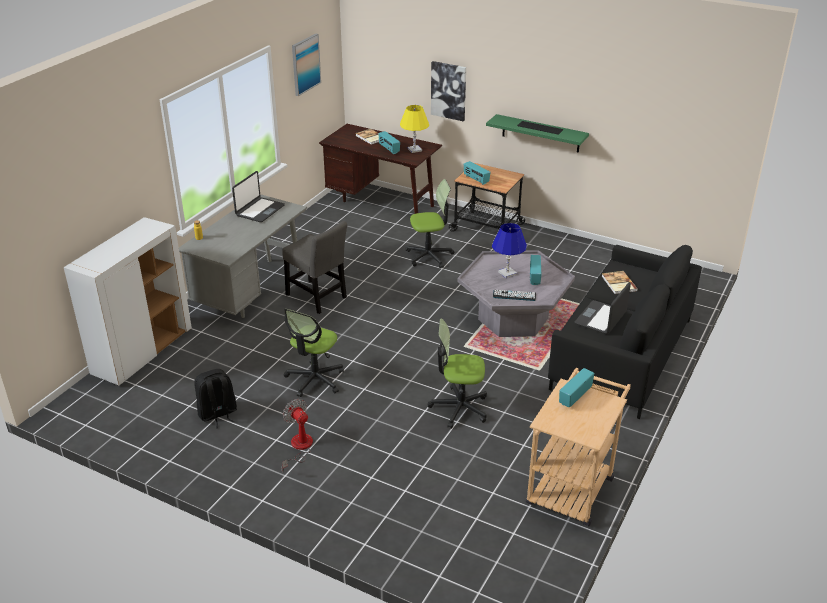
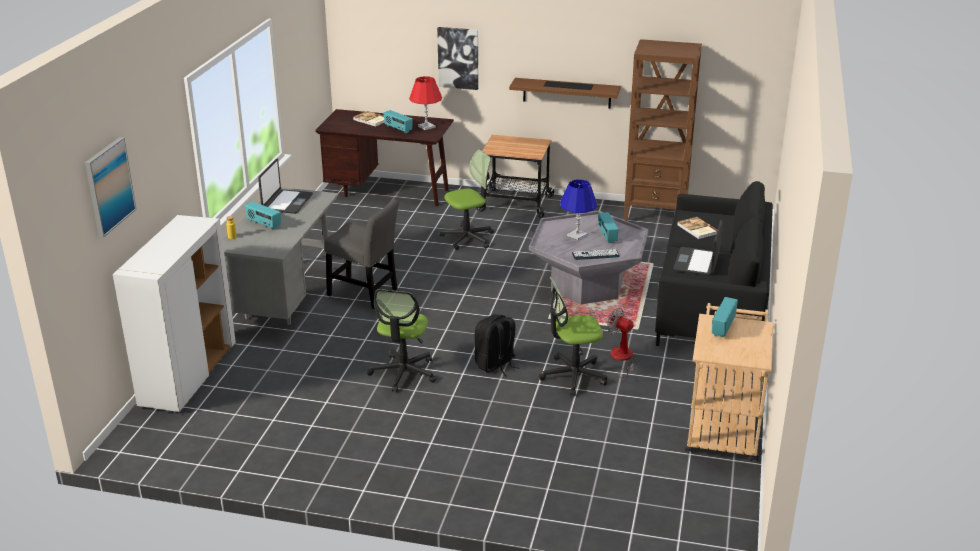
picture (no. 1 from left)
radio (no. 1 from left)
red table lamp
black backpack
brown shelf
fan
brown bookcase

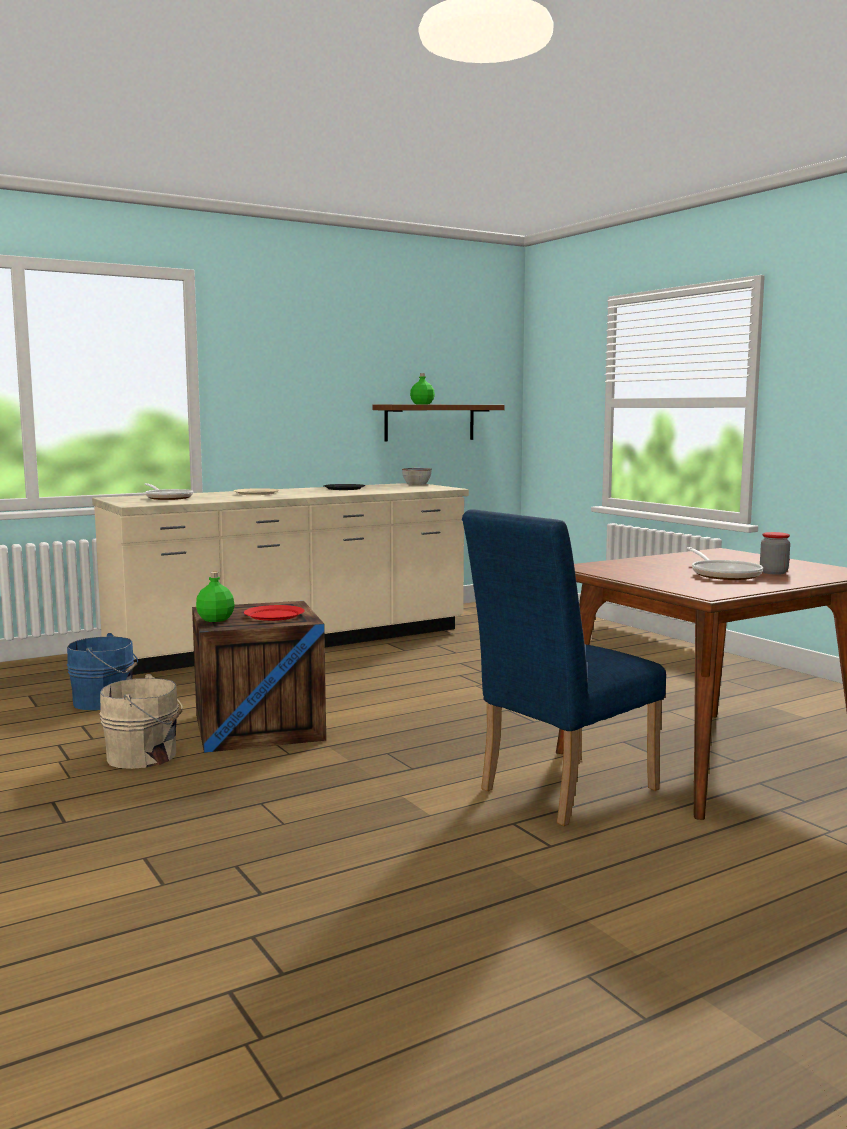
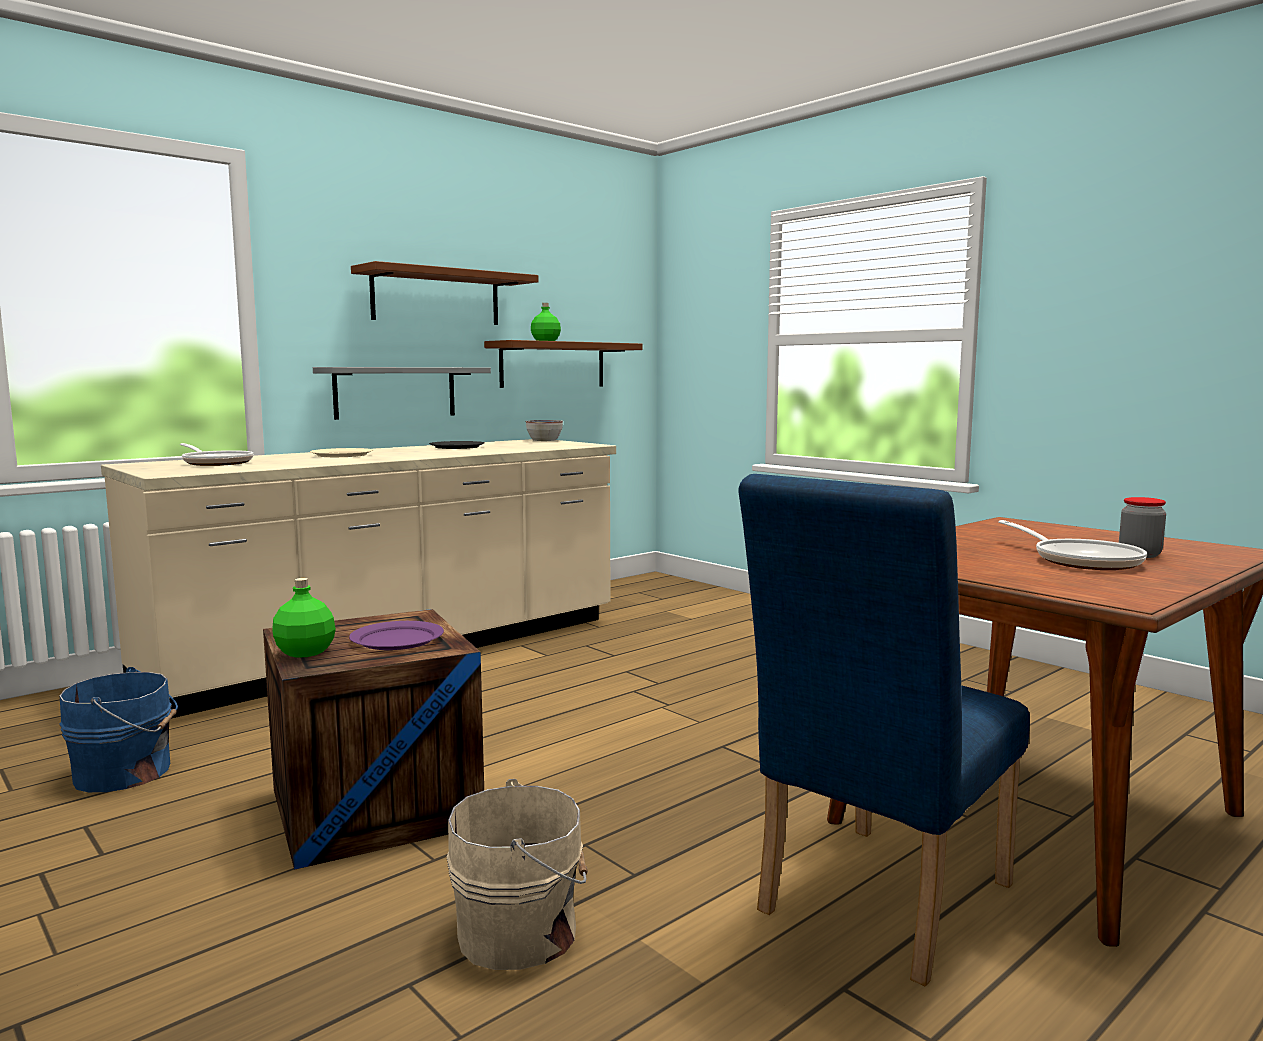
grey shelf
purple plate
brown shelf (no. 1 from left)
beige bucket

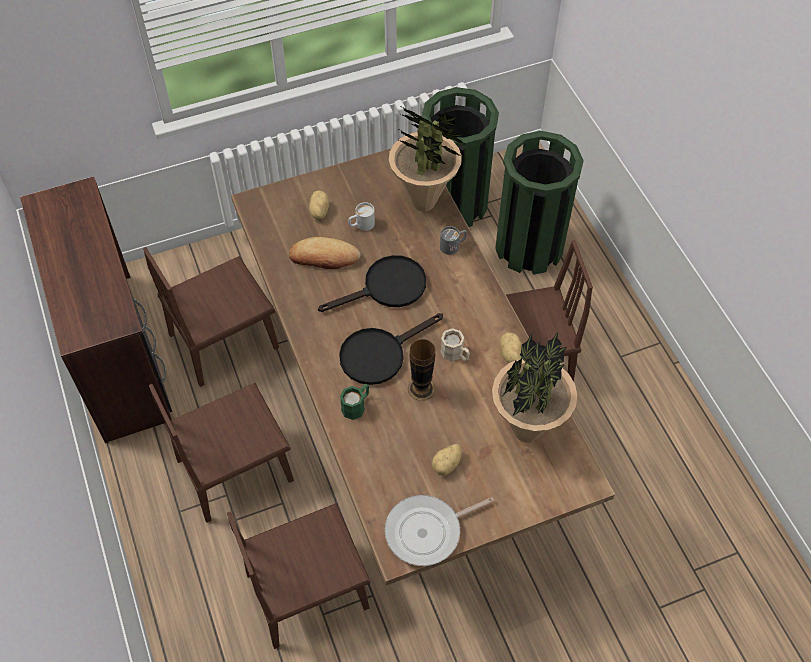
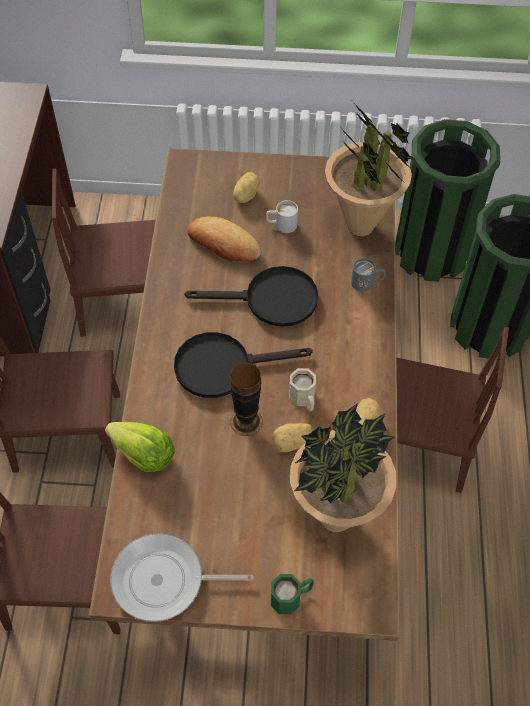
lettuce
green mug
potato (no. 2 from left)

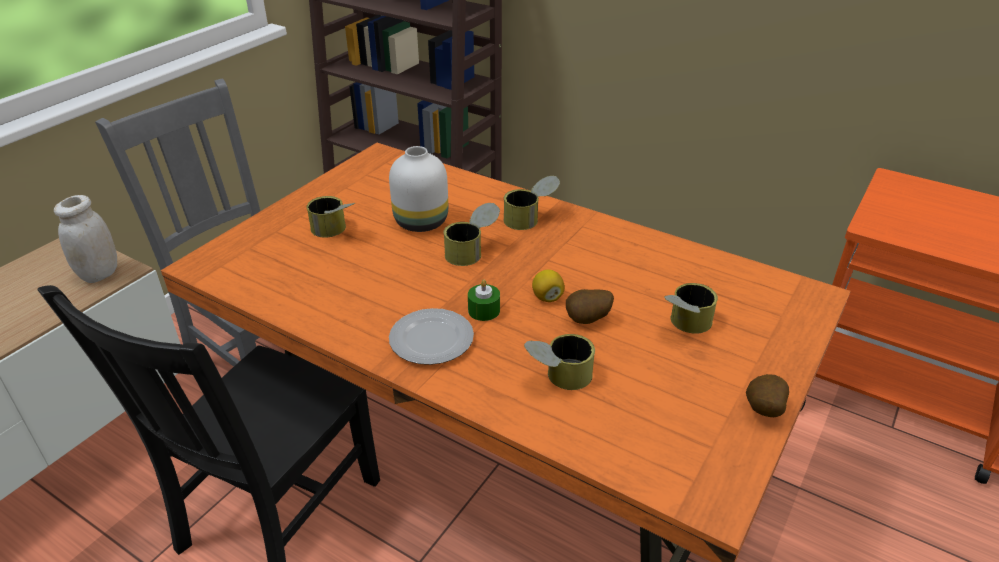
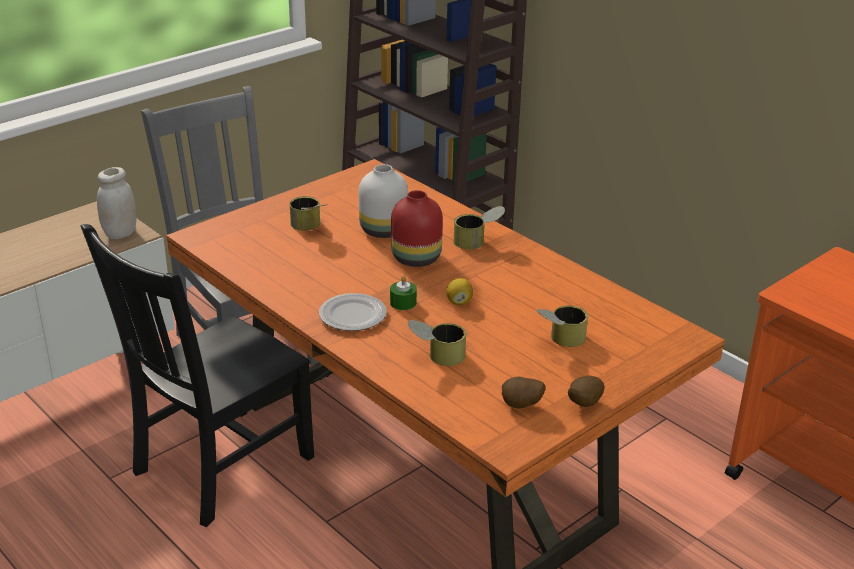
red vase
potato (no. 1 from left)

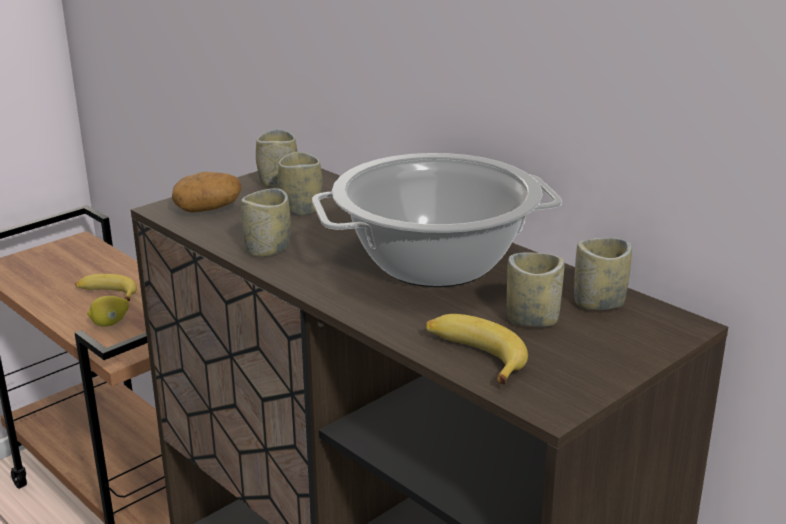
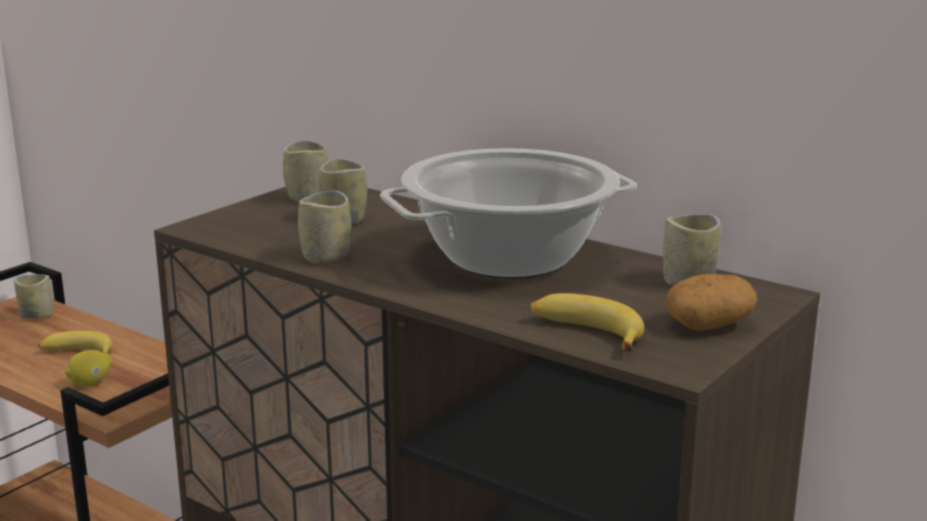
cup (no. 1 from left)
potato

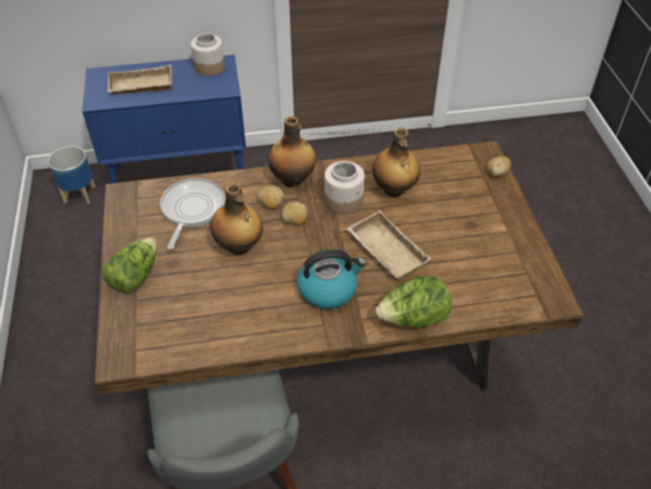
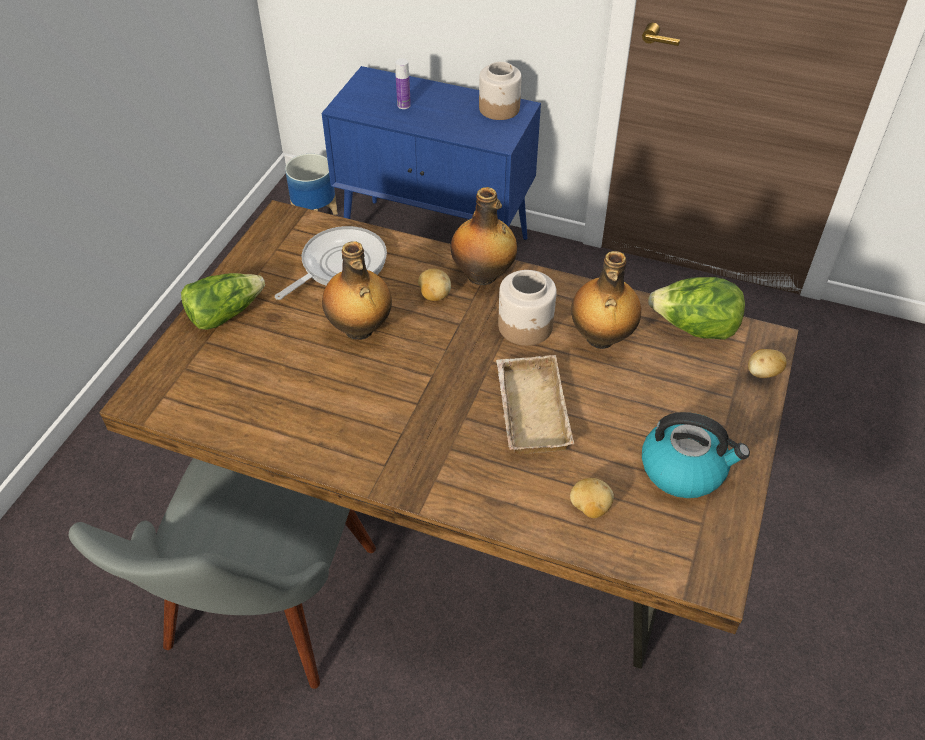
bottle (no. 2 from left)
potato (no. 2 from left)
kettle
lettuce (no. 2 from left)

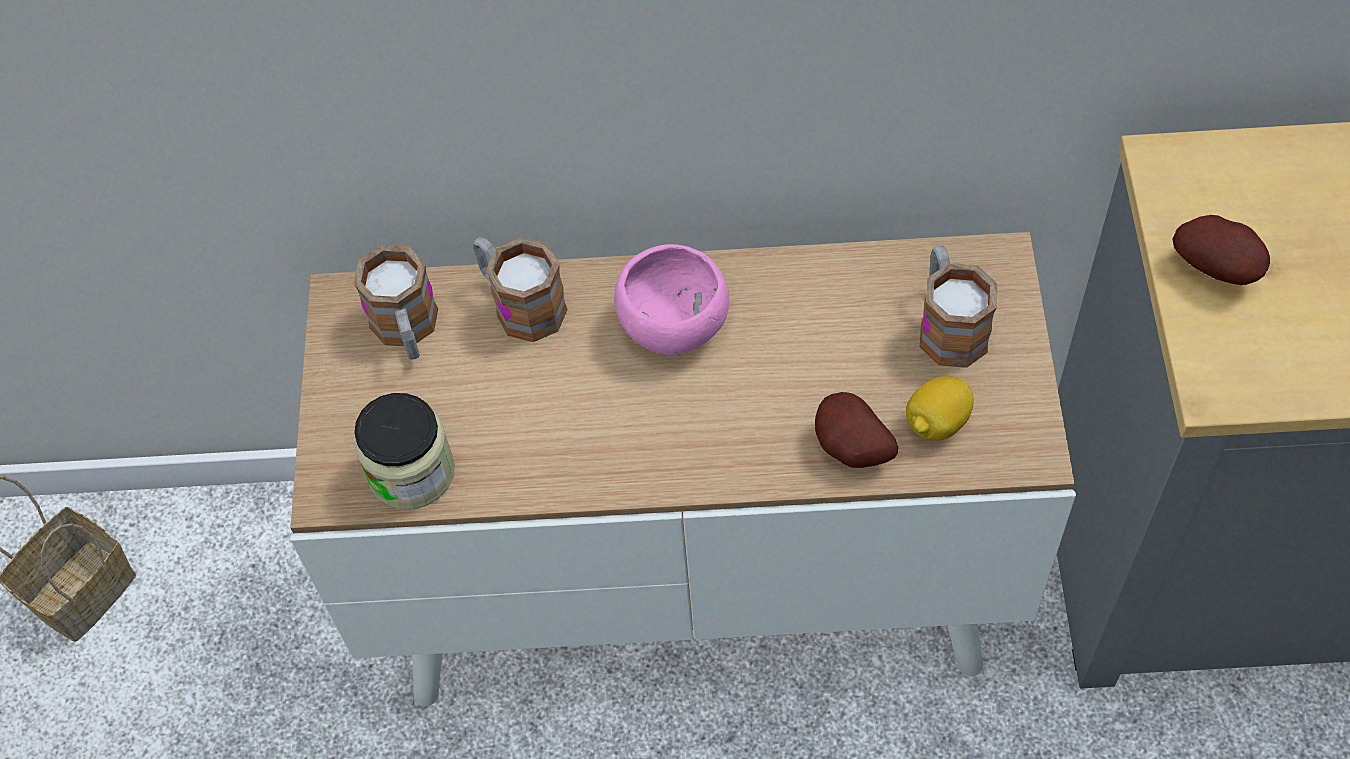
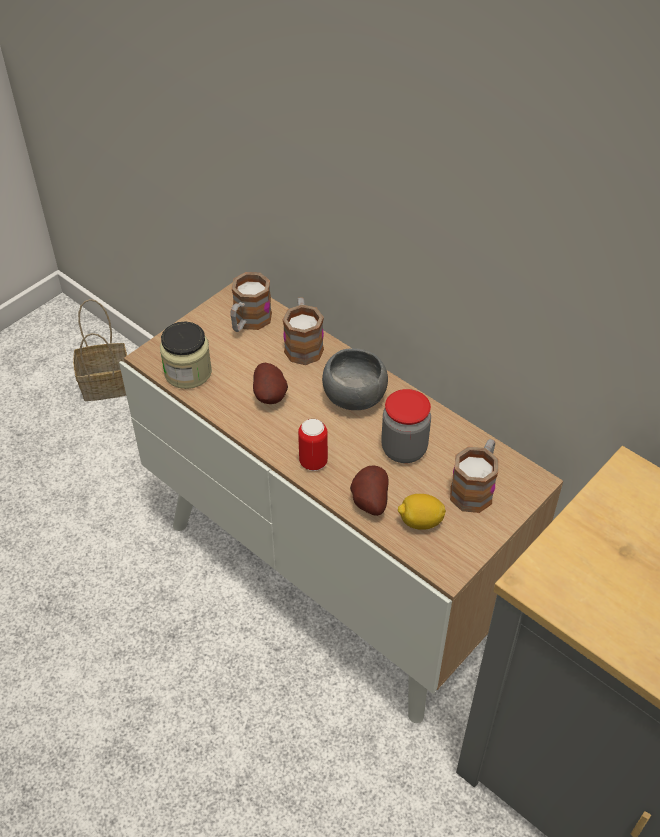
potato (no. 1 from left)
can
grey bowl
jar (no. 2 from left)

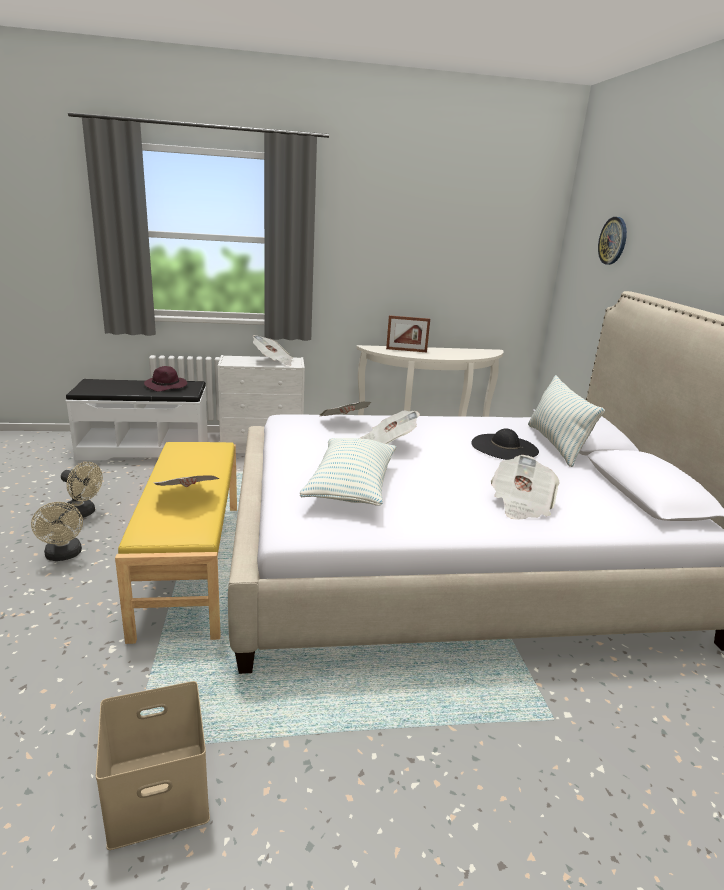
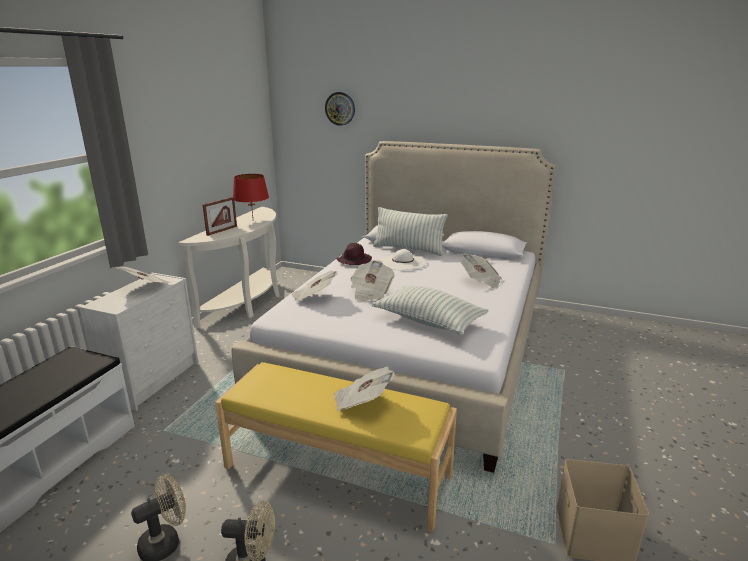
red table lamp
purple hat
white hat

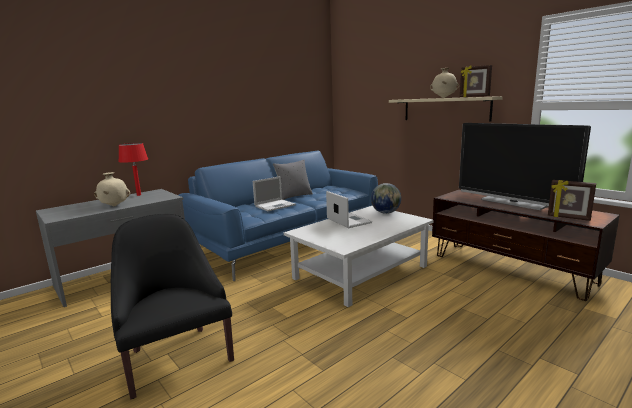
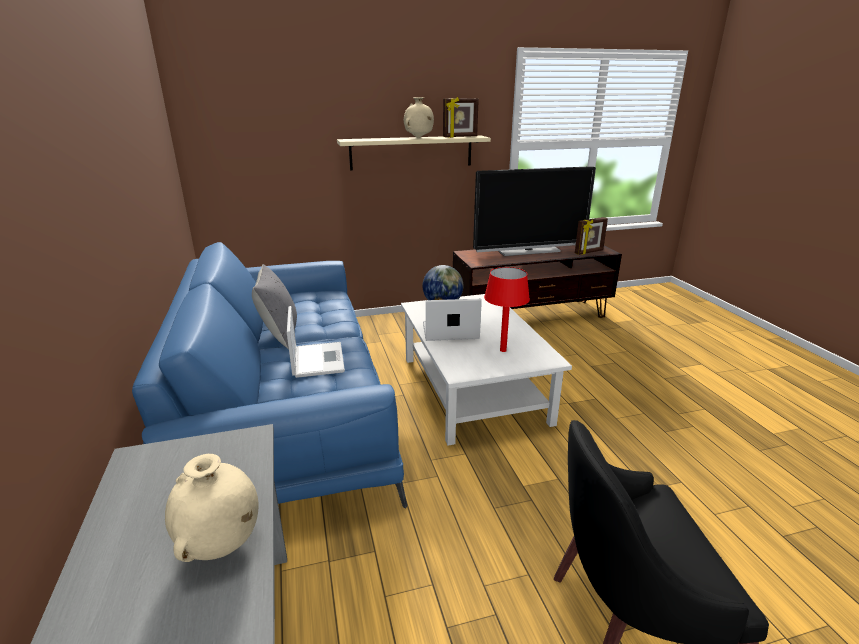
red table lamp

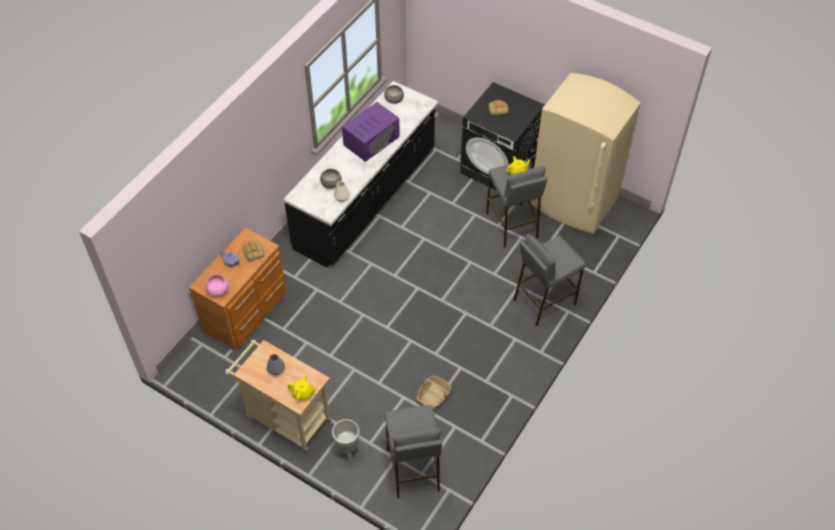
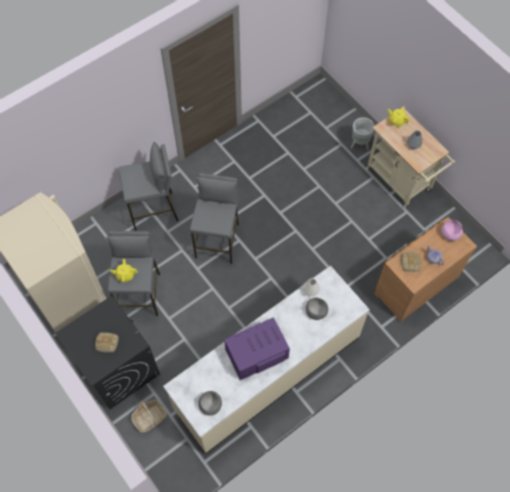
basket
beige counter
grey stool (no. 3 from left)

